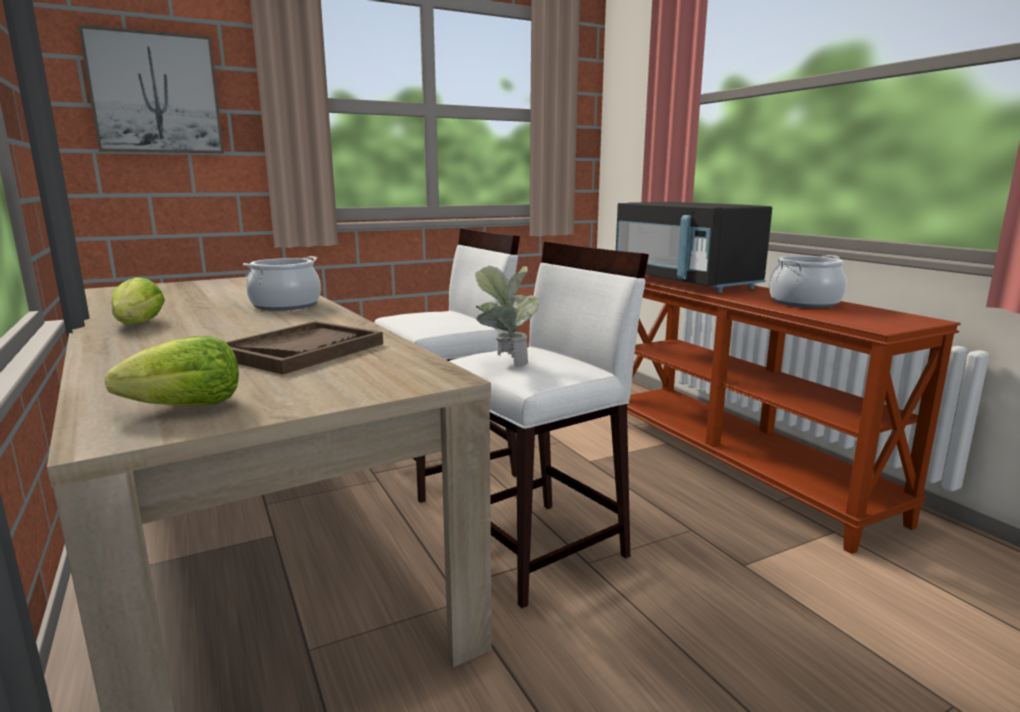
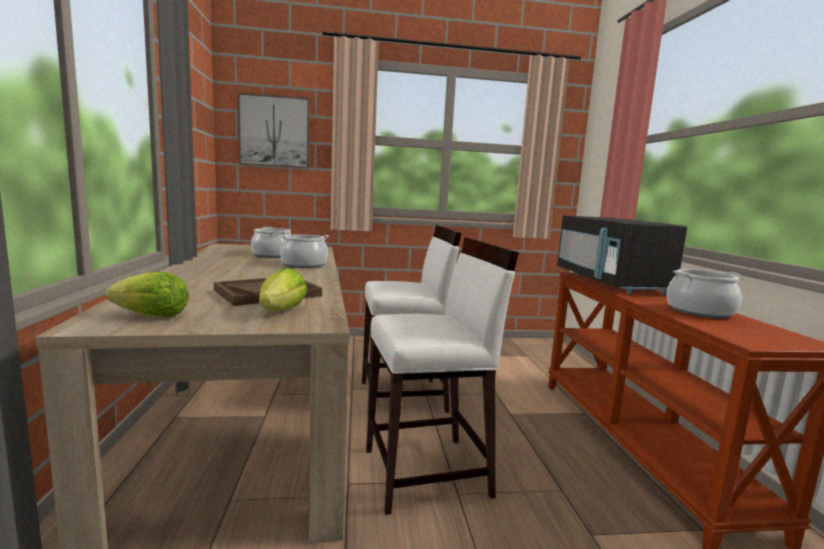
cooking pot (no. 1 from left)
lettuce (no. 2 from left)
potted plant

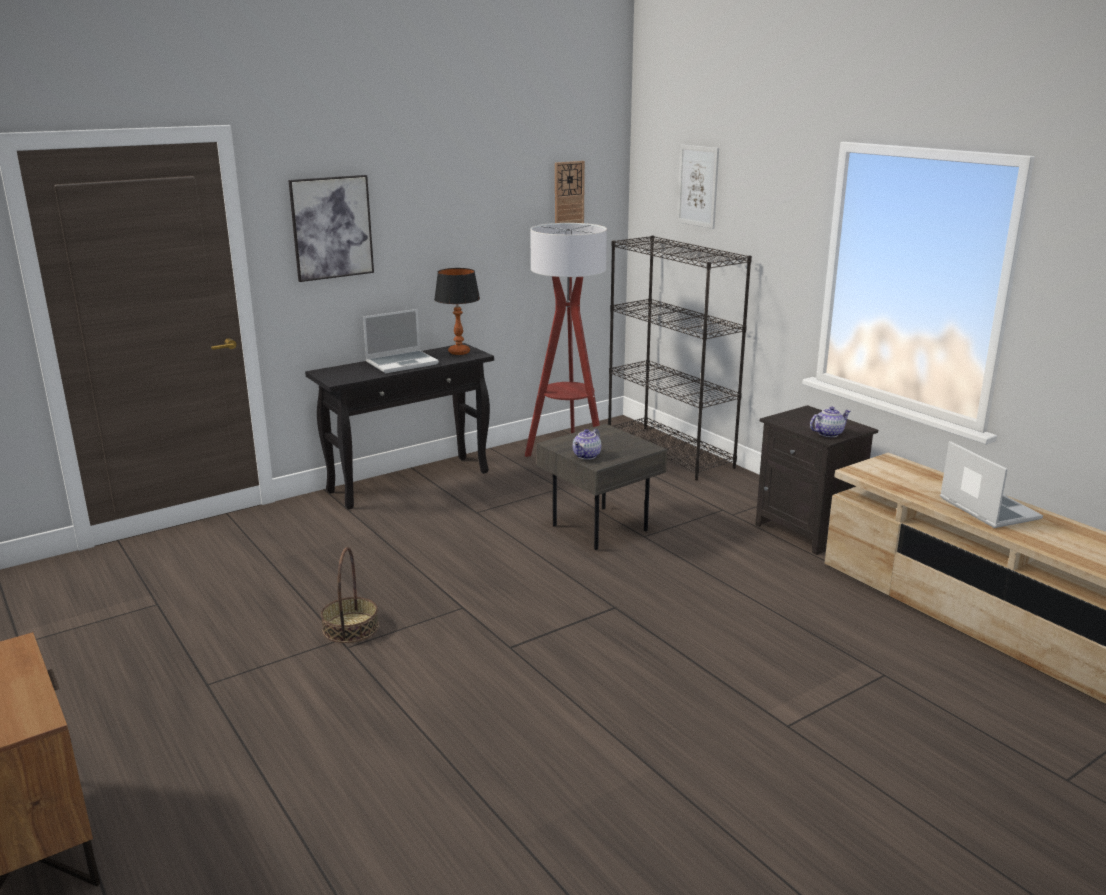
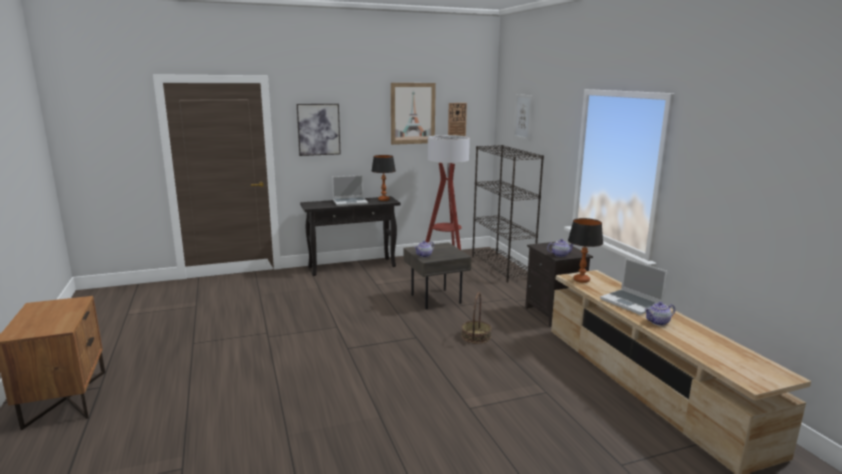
picture (no. 2 from left)
basket
table lamp (no. 2 from left)
laptop (no. 2 from left)
teapot (no. 3 from left)

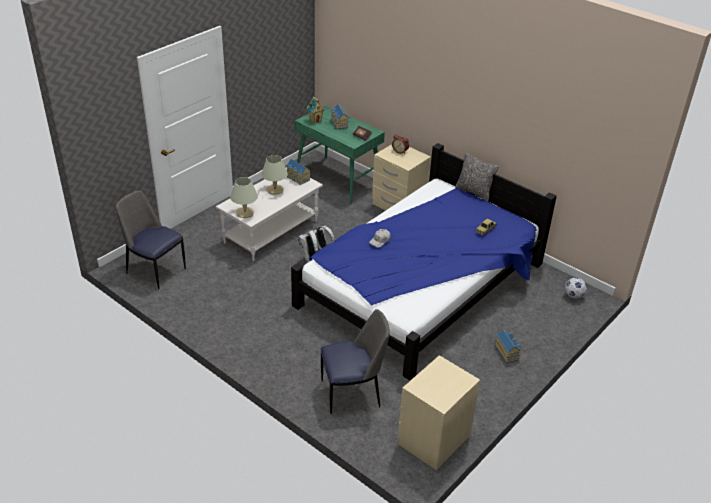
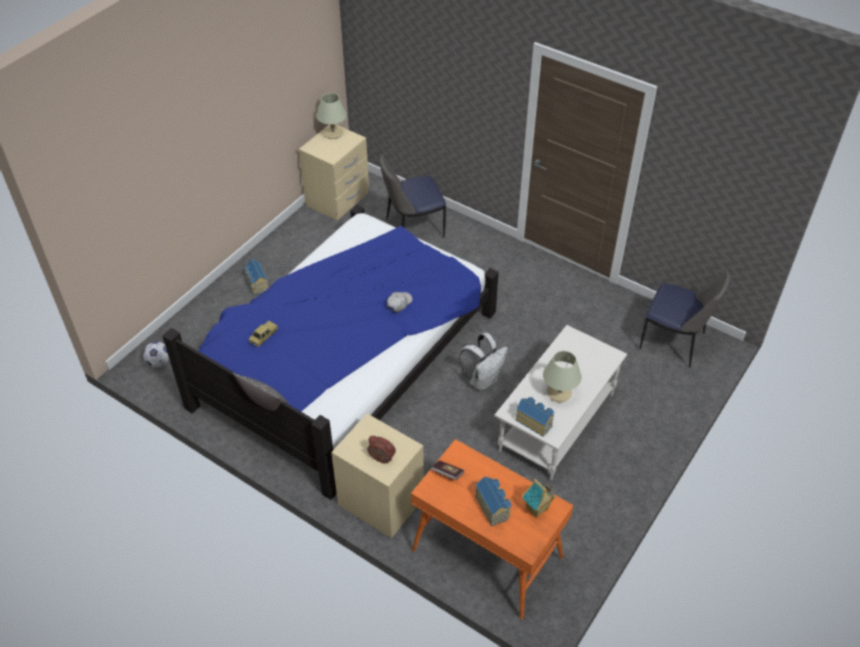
beige table lamp (no. 1 from left)
orange desk

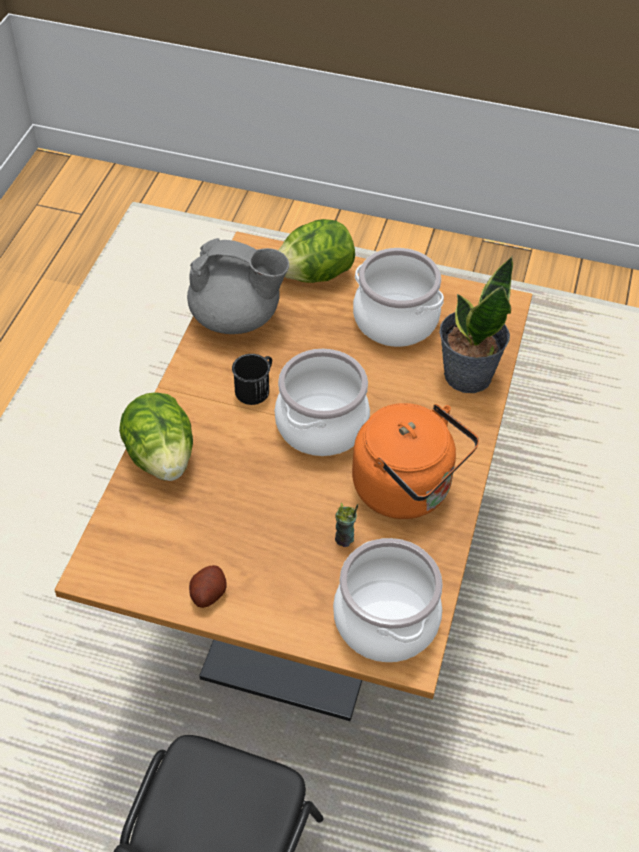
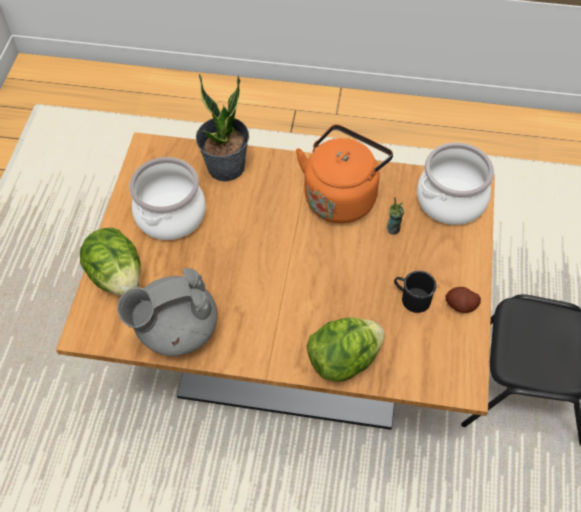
grey teapot
black mug
cooking pot (no. 1 from left in the first image)

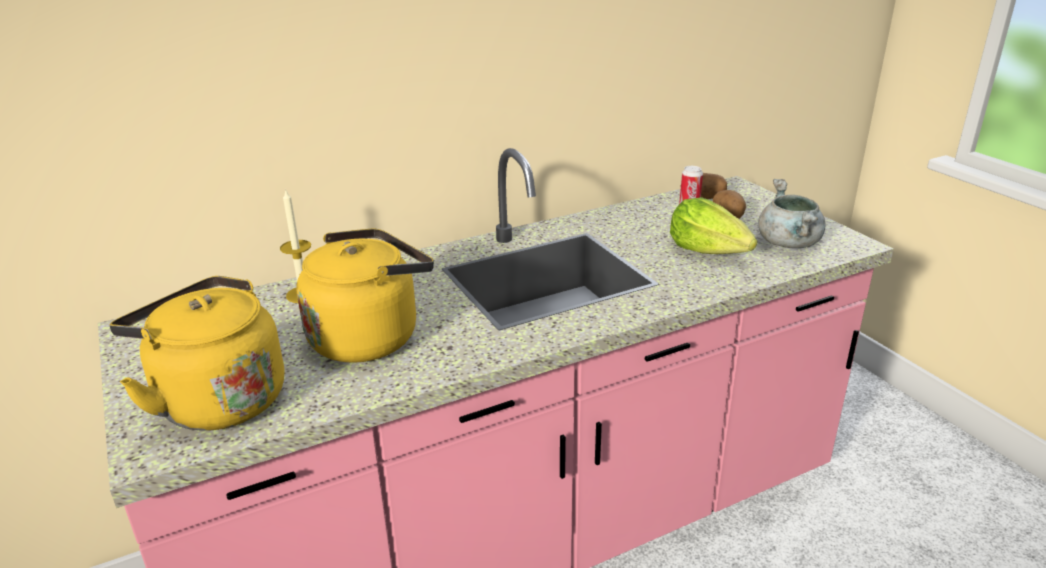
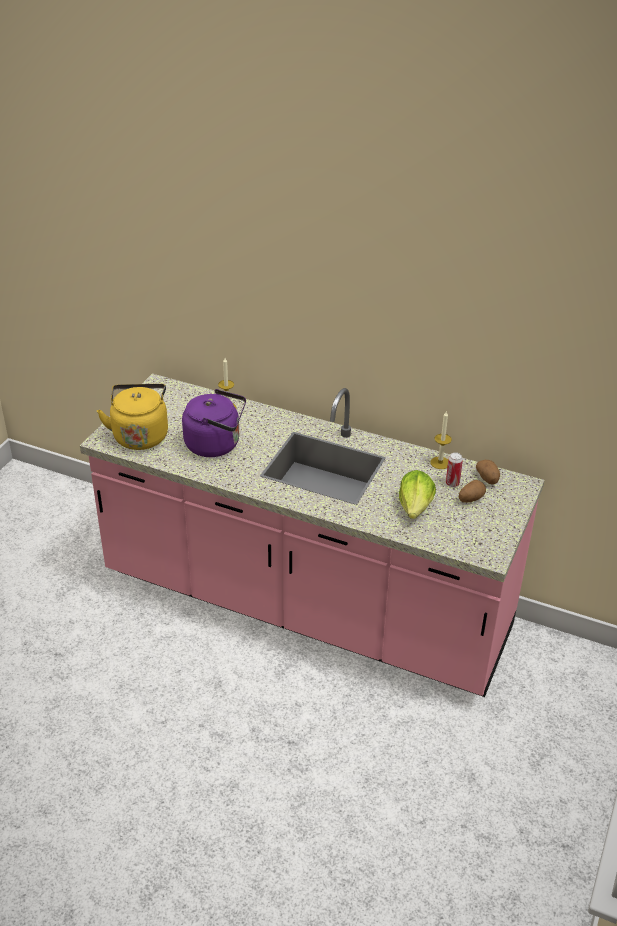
purple kettle
candle (no. 2 from left)
grey cooking pot

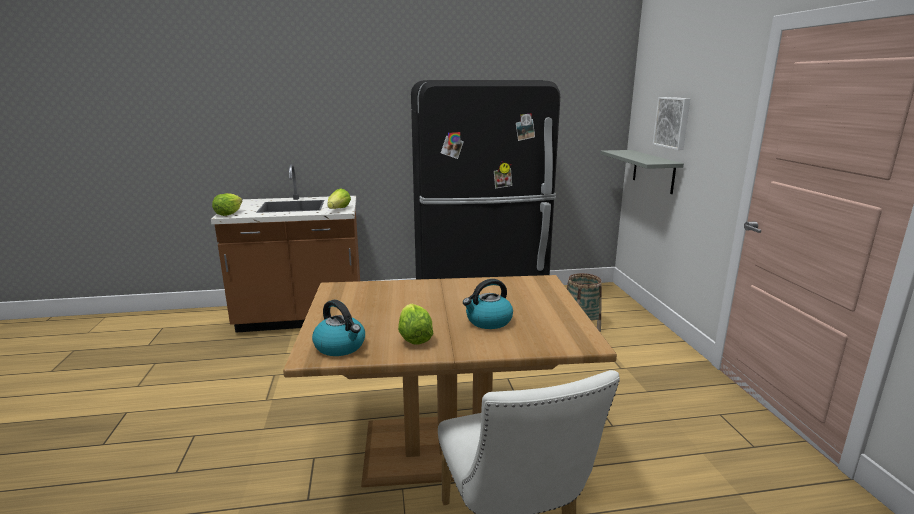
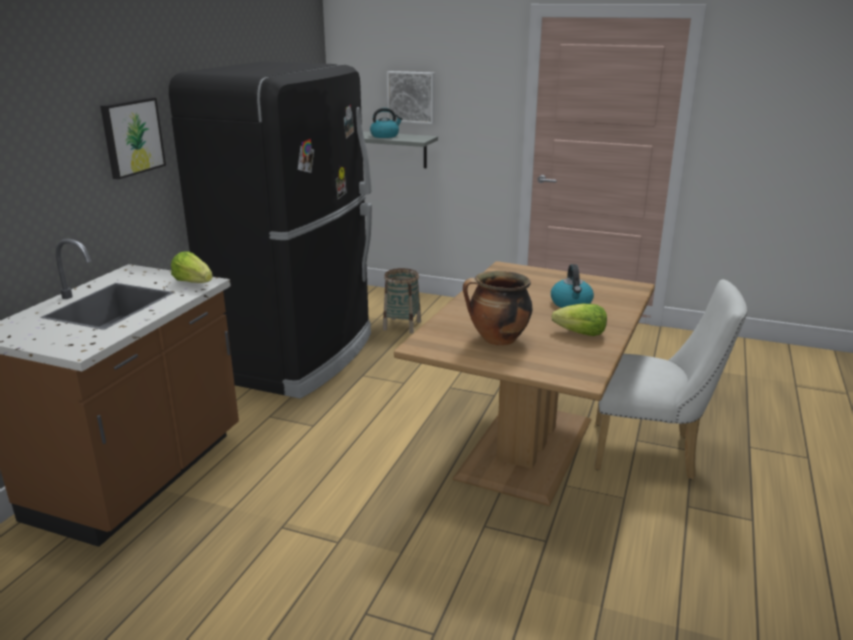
picture (no. 1 from left)
kettle (no. 1 from left)
cooking pot
lettuce (no. 1 from left in the first image)

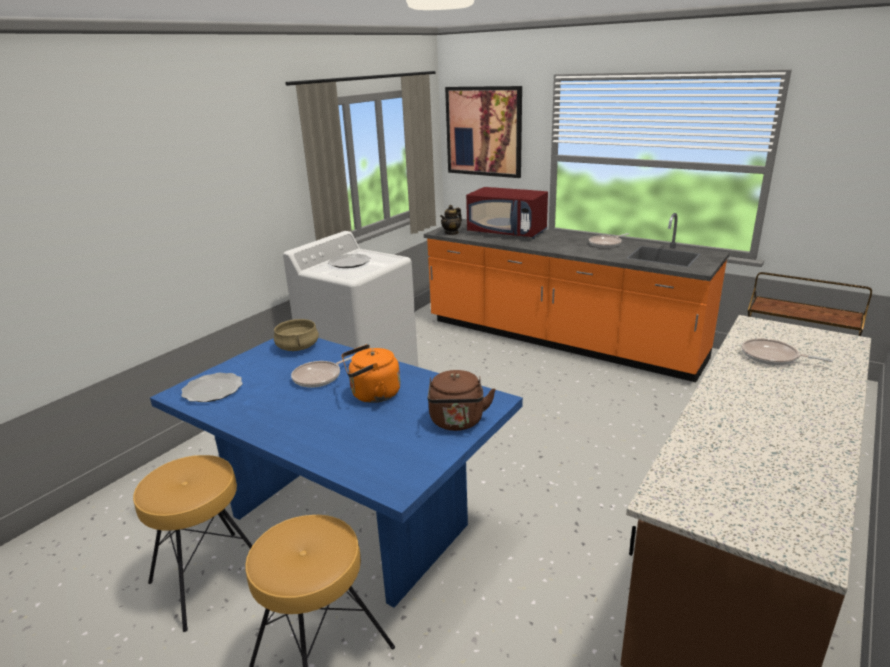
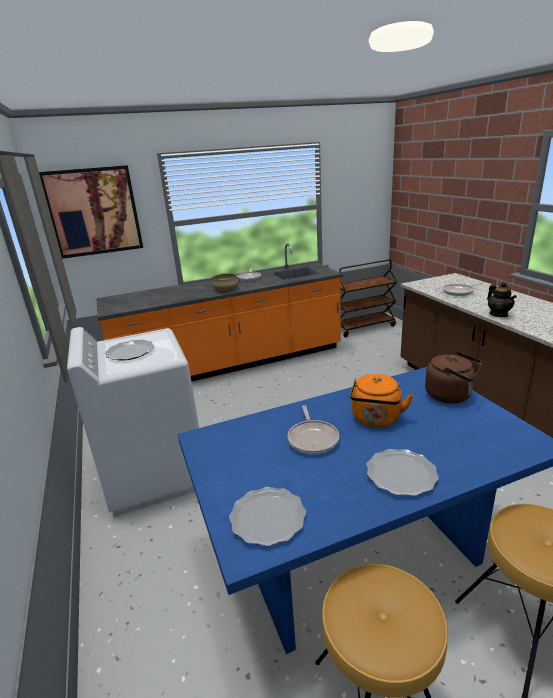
beige cooking pot
plate (no. 3 from left)
teapot
red microwave

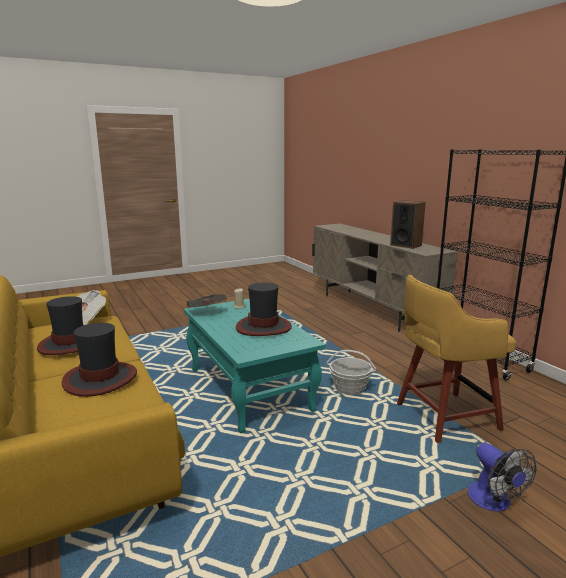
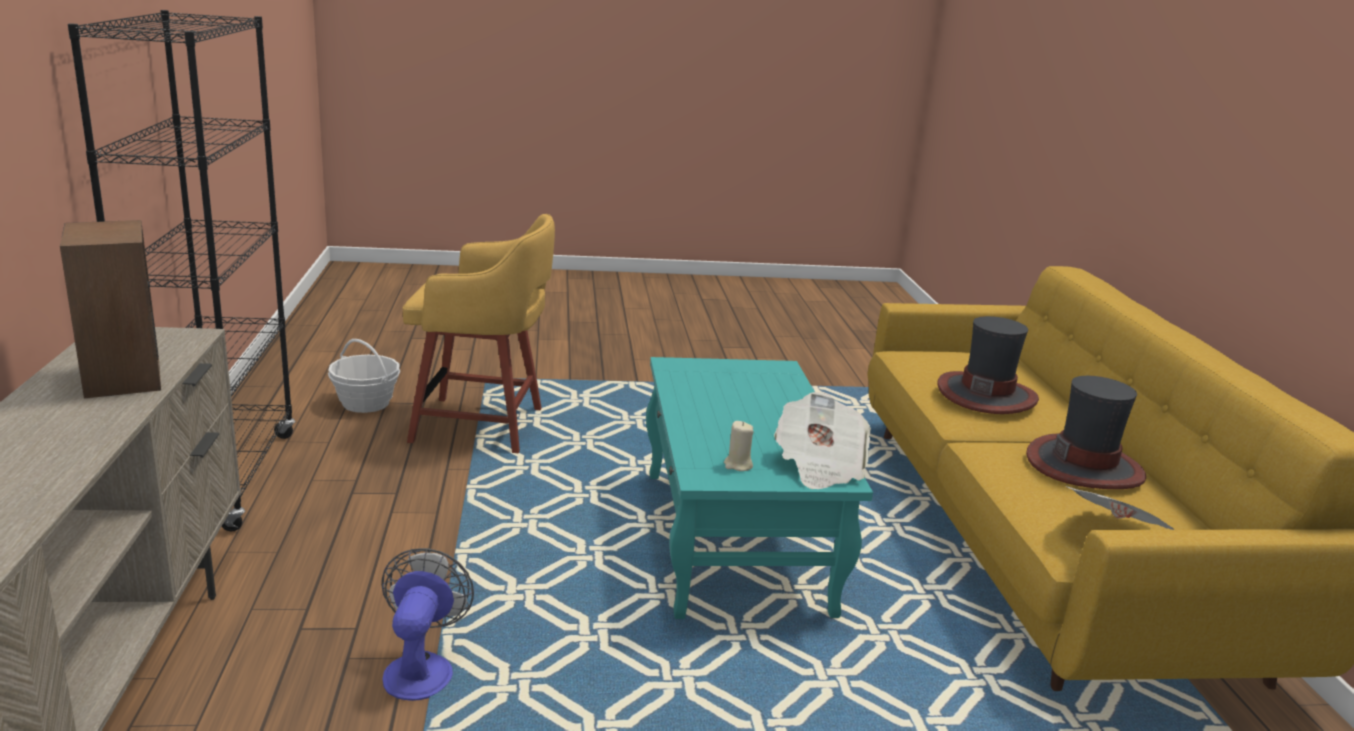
basket
fan
hat (no. 3 from left in the first image)

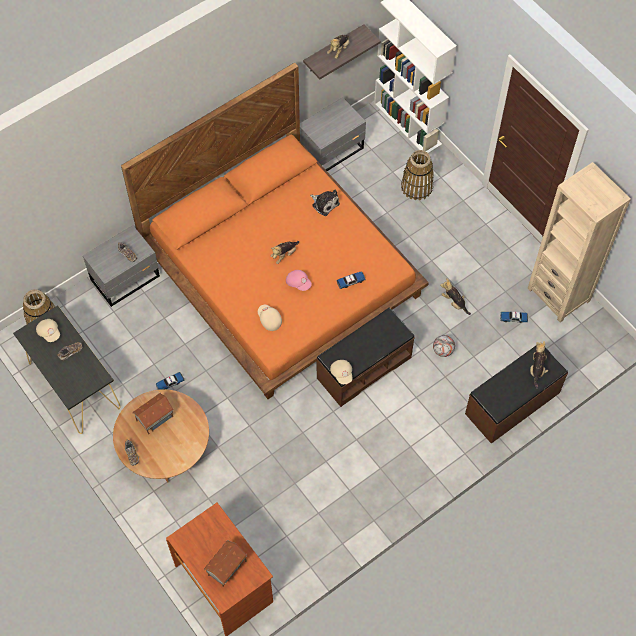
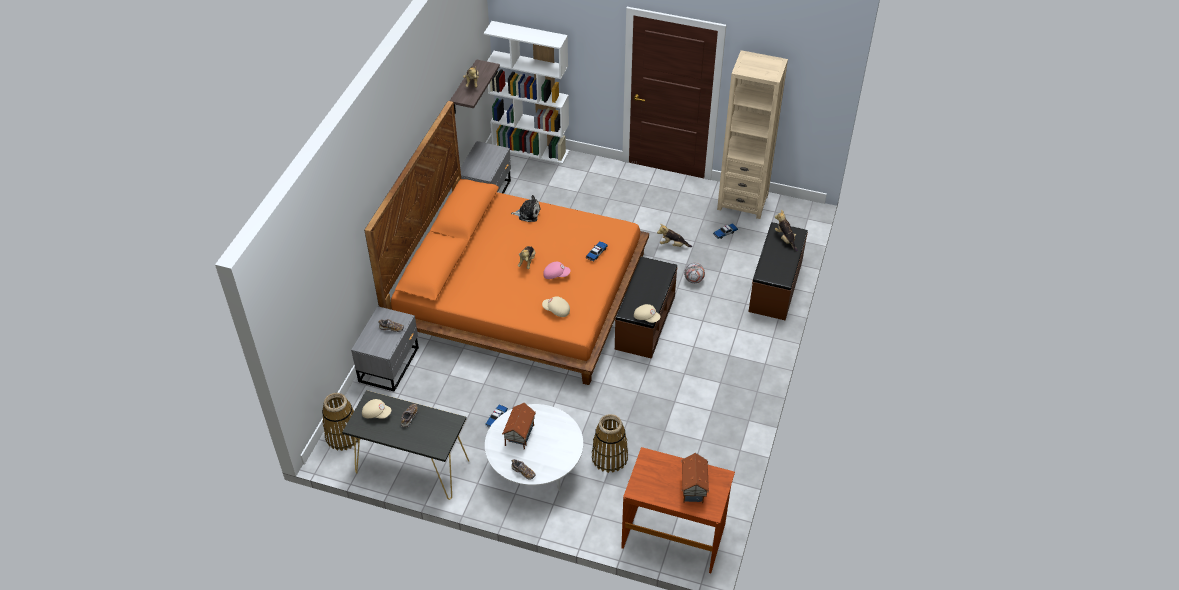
white coffee table
basket (no. 2 from left)

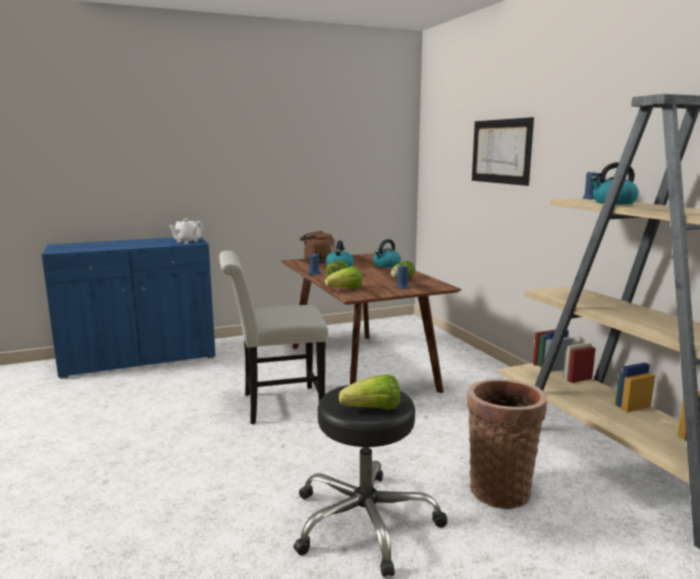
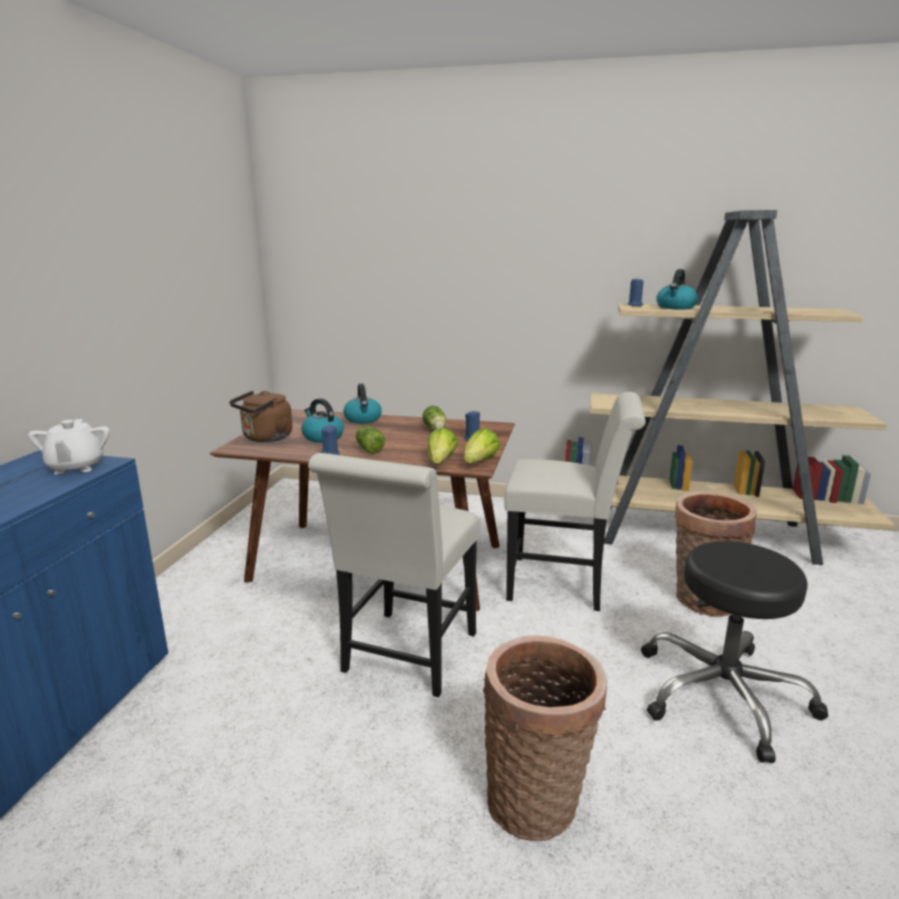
lettuce (no. 4 from left)
basket (no. 1 from left)
white chair (no. 2 from left)
picture

